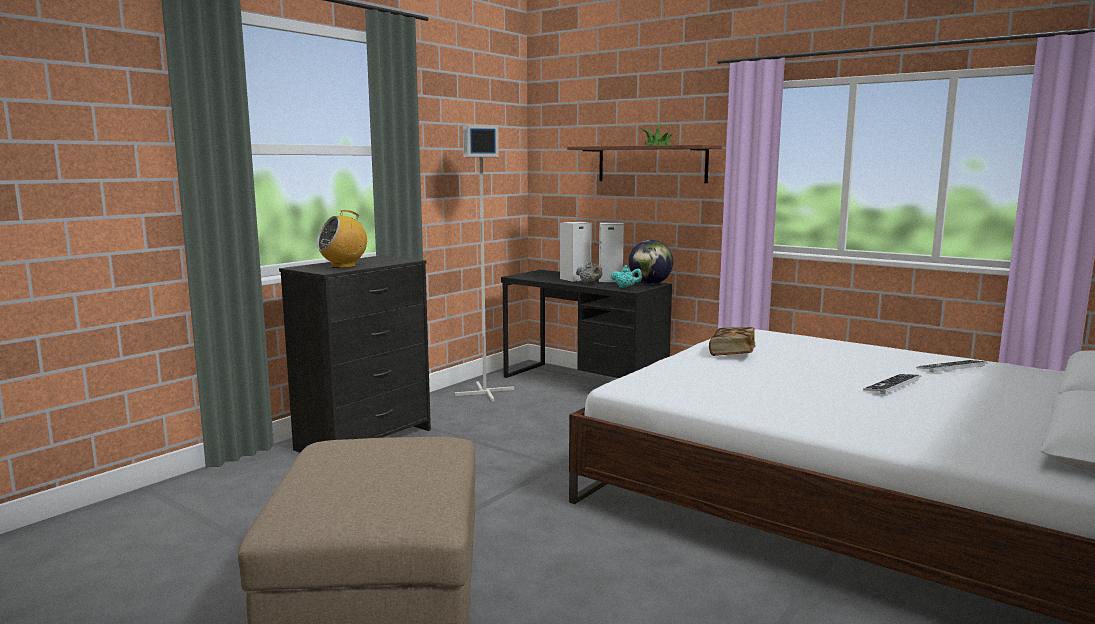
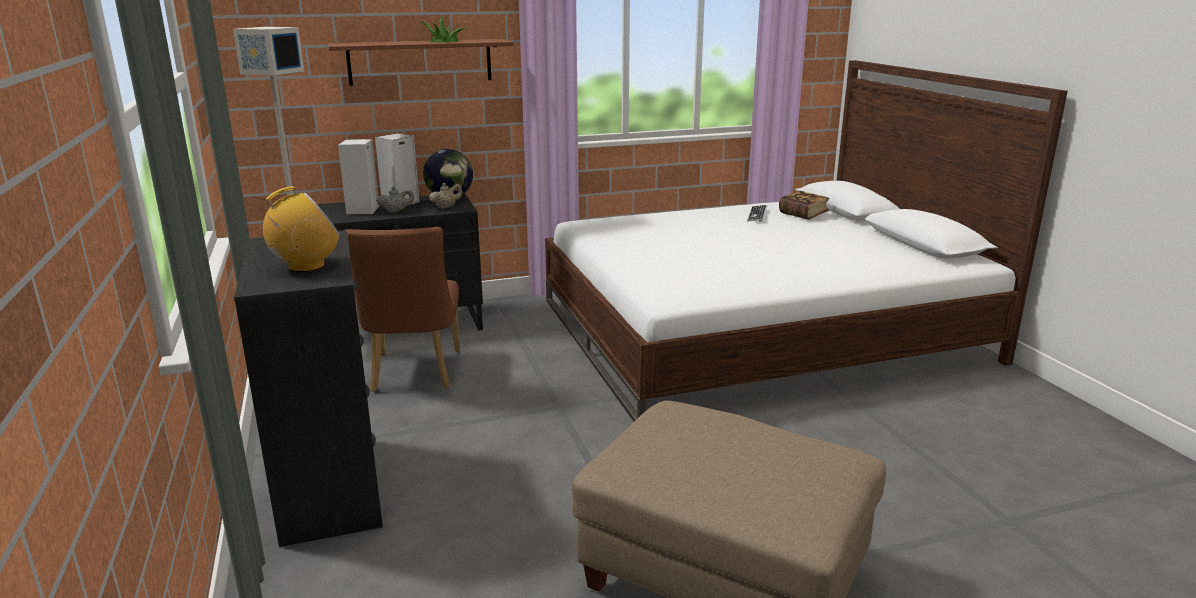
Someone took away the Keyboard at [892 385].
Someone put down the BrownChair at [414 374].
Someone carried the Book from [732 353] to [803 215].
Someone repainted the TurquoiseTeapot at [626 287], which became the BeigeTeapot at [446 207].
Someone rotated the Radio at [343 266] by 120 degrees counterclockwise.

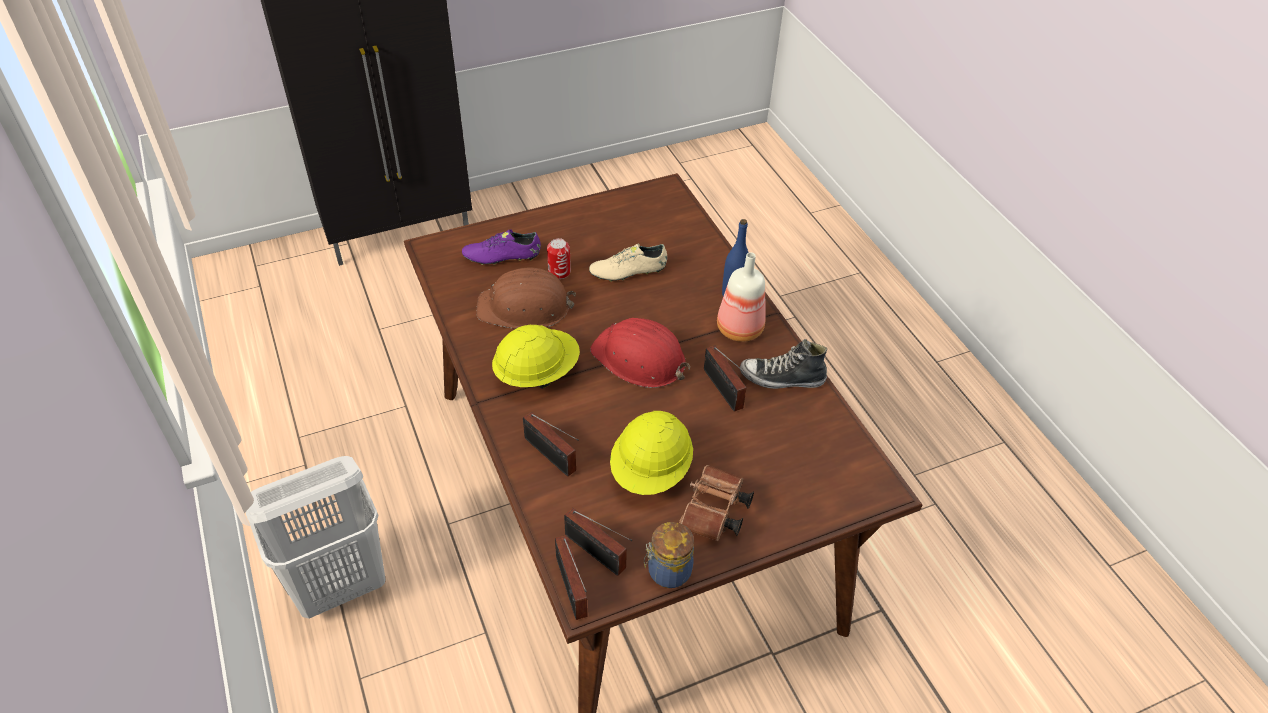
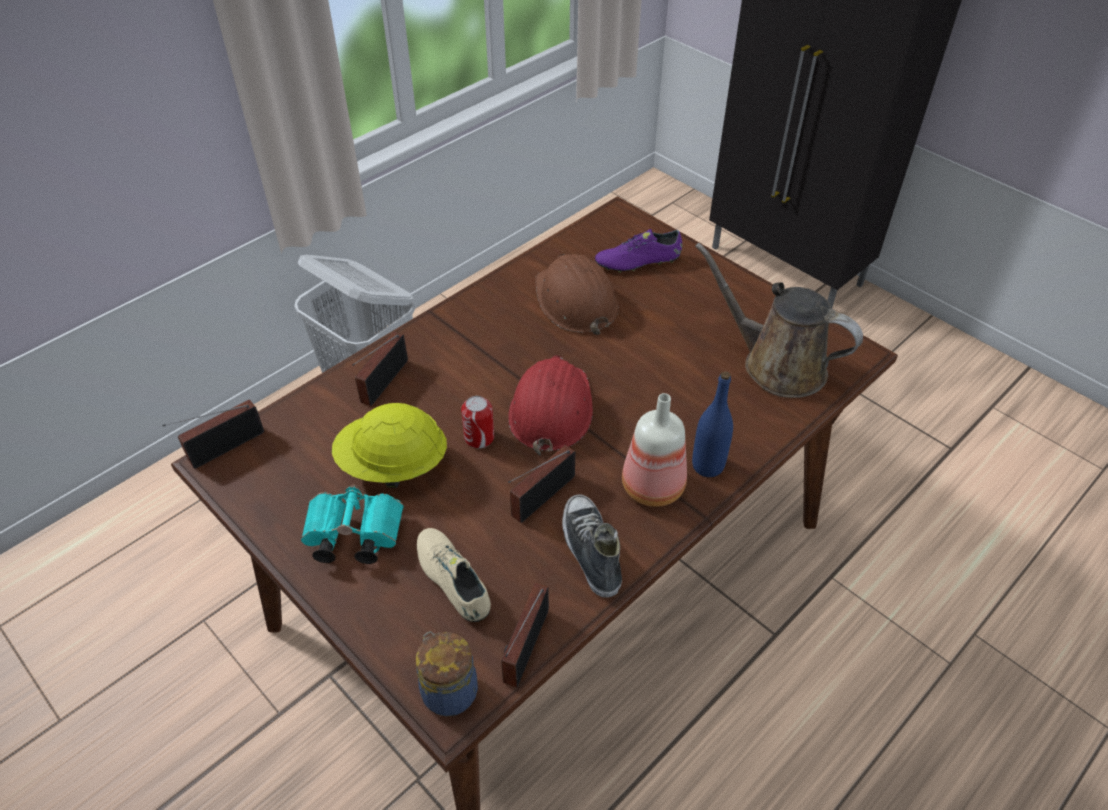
Someone took away the YellowHardHat at [537 373].
Someone put down the BrownWateringCan at [776 365].
Someone carried the Can from [559 272] to [479 437].
Someone carried the Radio from [597 554] to [523 650].
Someone carried the BeigeShoe from [628 271] to [453 580].
Someone carried the Jar from [667 571] to [448 690].
Someone repainted the BrownBinoculars at [714 514], which became the TurquoiseBinoculars at [351 537].
Someone rotated the PurpleShoe at [502 257] by 75 degrees counterclockwise.

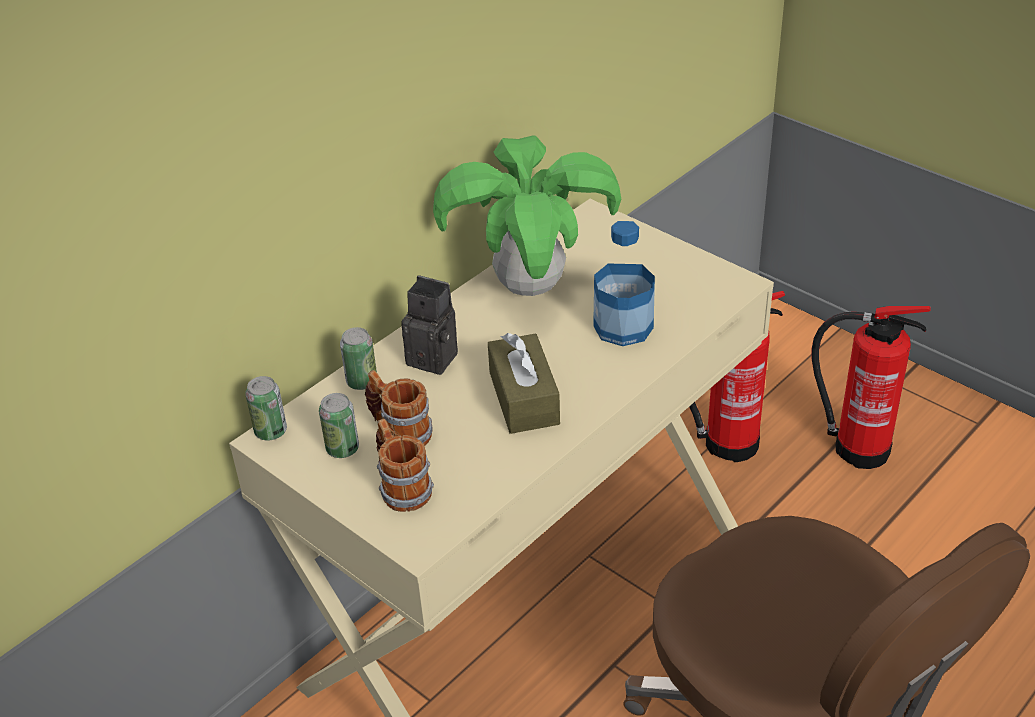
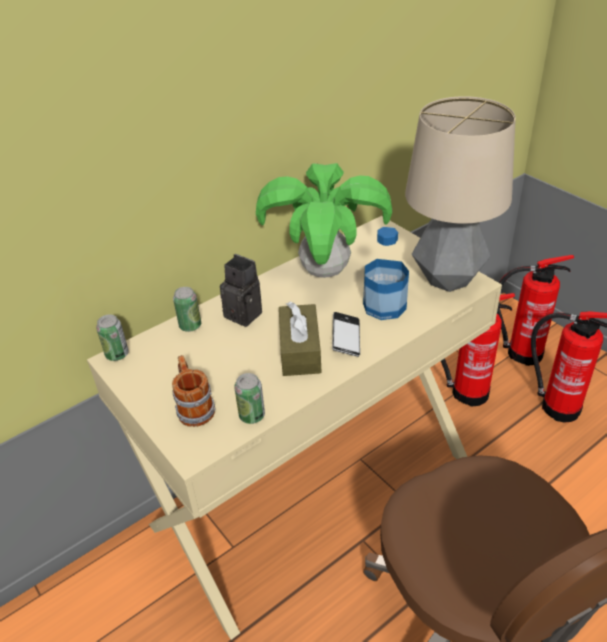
Someone took away the Mug at [399 431].
Someone put down the Phone at [346 338].
Someone put down the TableLamp at [447 279].
Someone put down the FireExtinguisher at [521 353].
Someone carried the Can from [342 449] to [252 415].

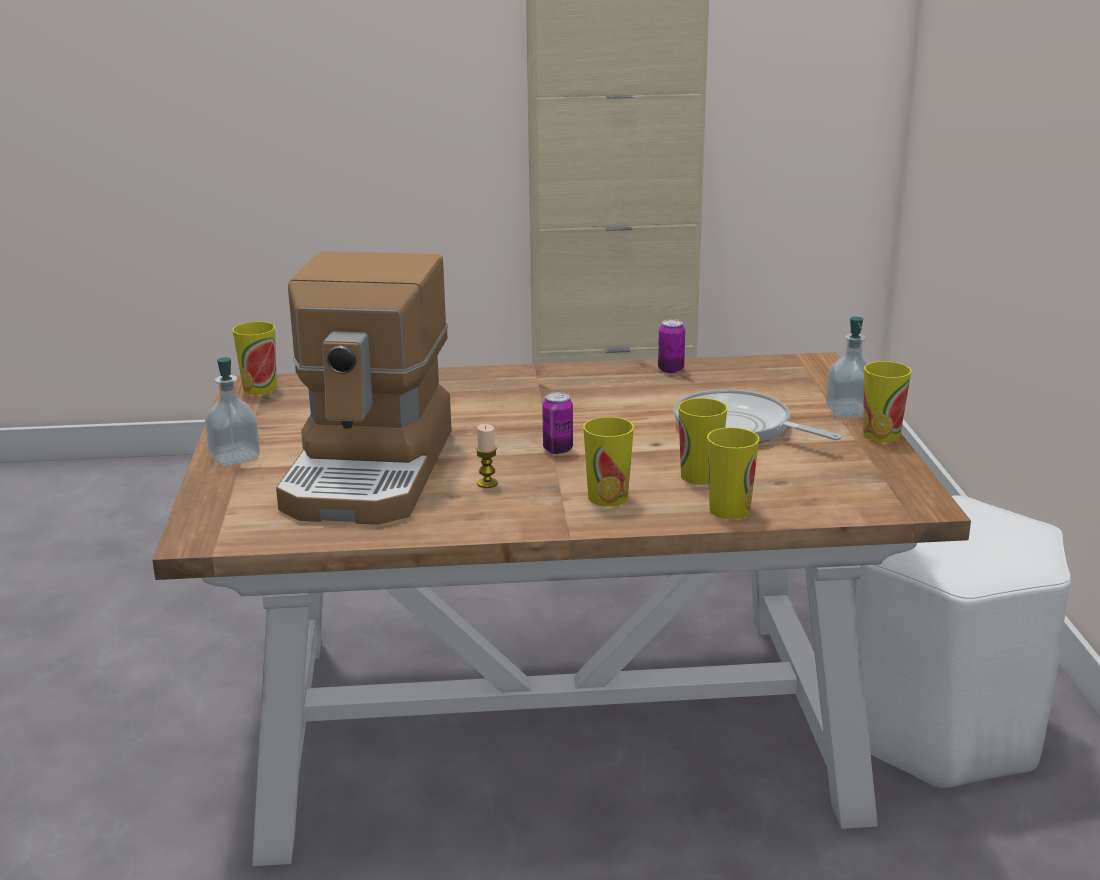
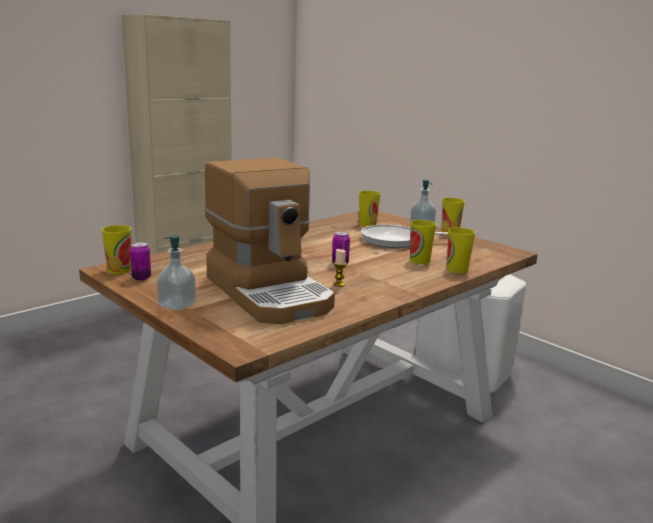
Someone carried the Cup from [608 497] to [367 224].
Someone carried the Can from [671 370] to [141 278].

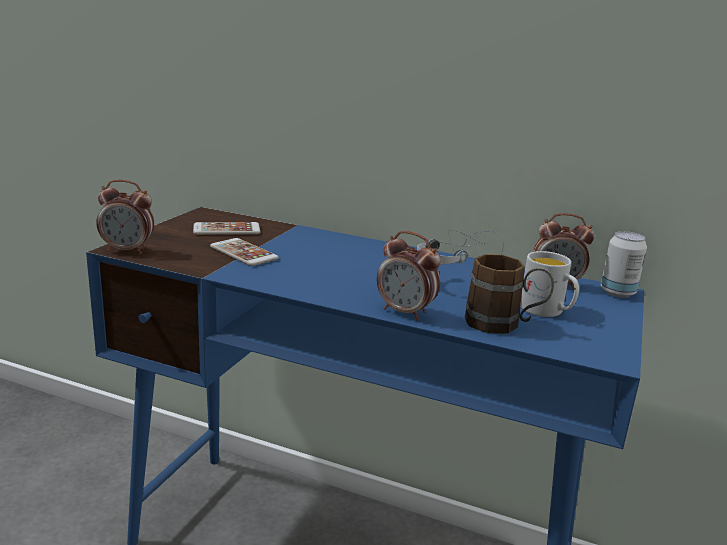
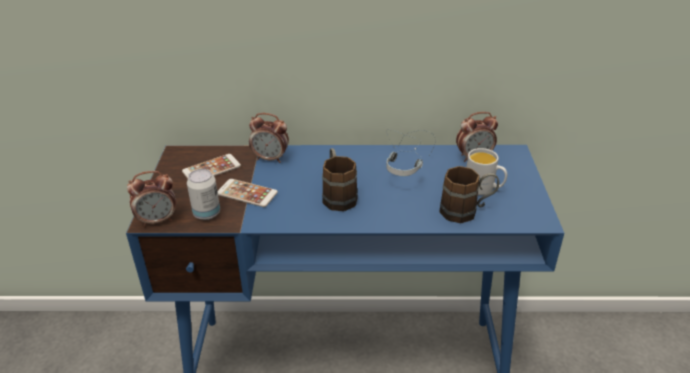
Someone put down the BrownMug at [337 195].
Someone carried the AlarmClock from [405 312] to [270 158].
Someone carried the Can from [617 293] to [207 213].

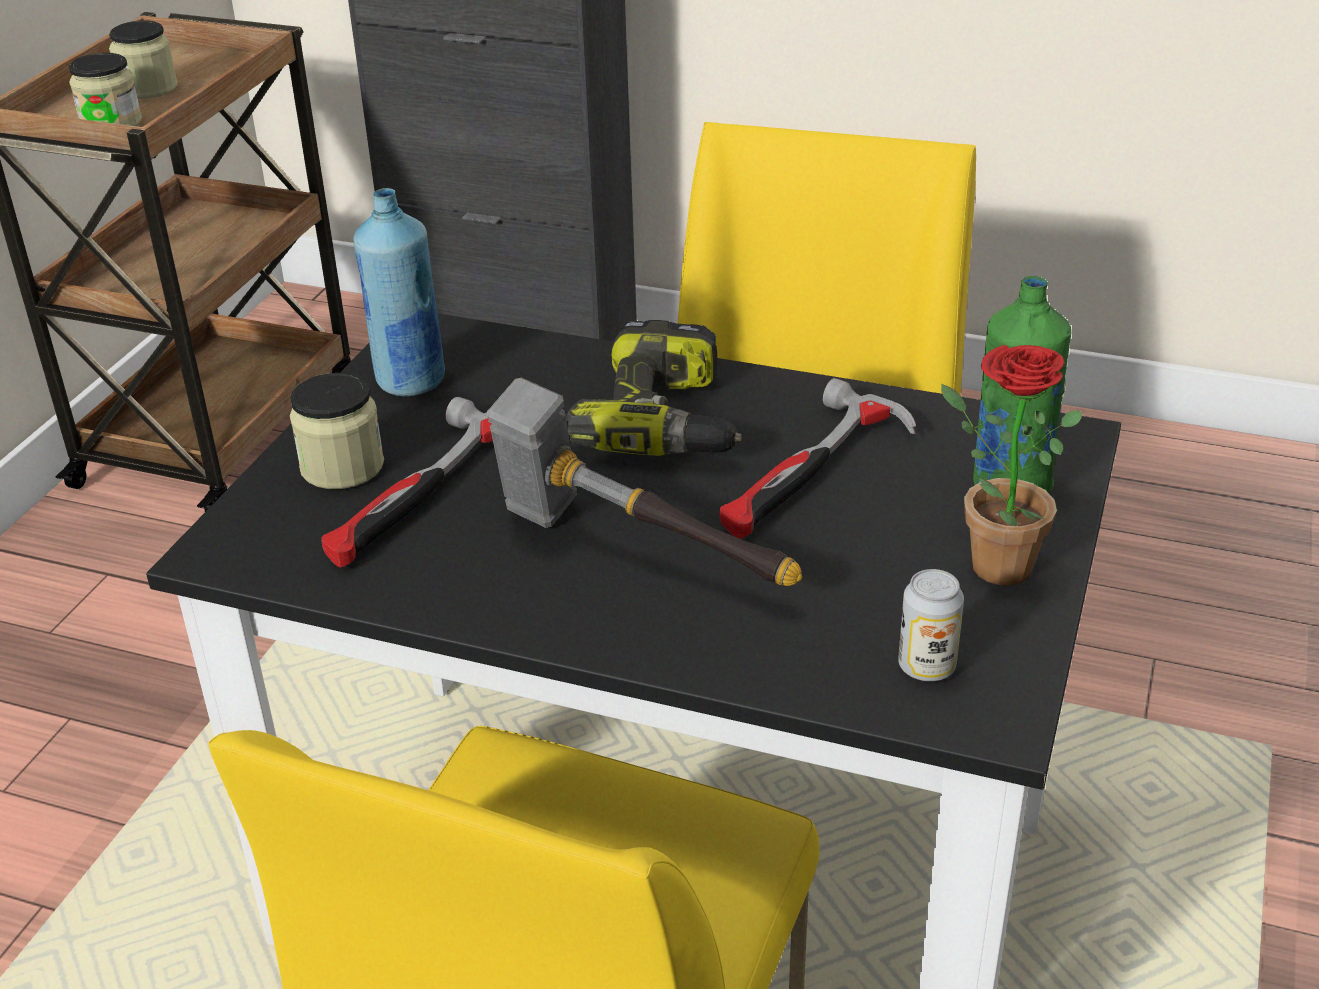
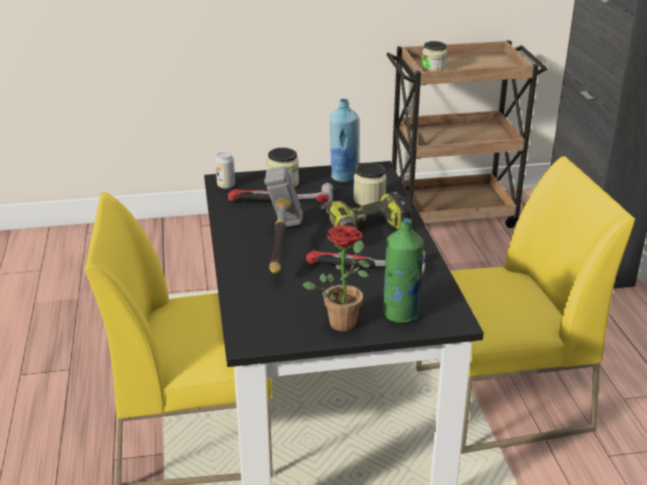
Someone carried the Jar from [148 88] to [369 199].
Someone carried the Can from [926 667] to [226 185].

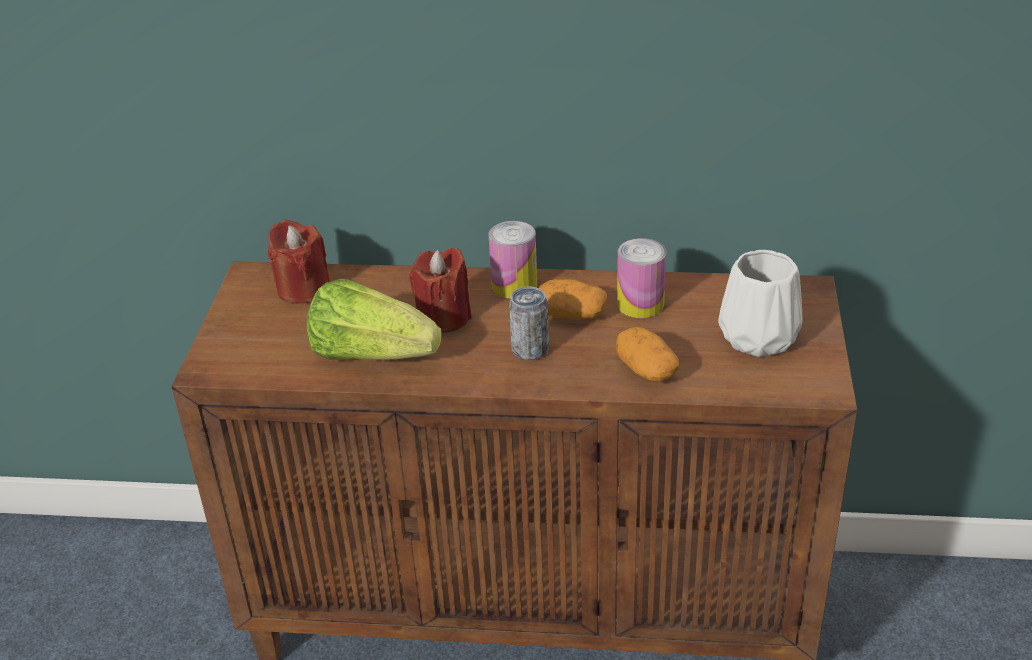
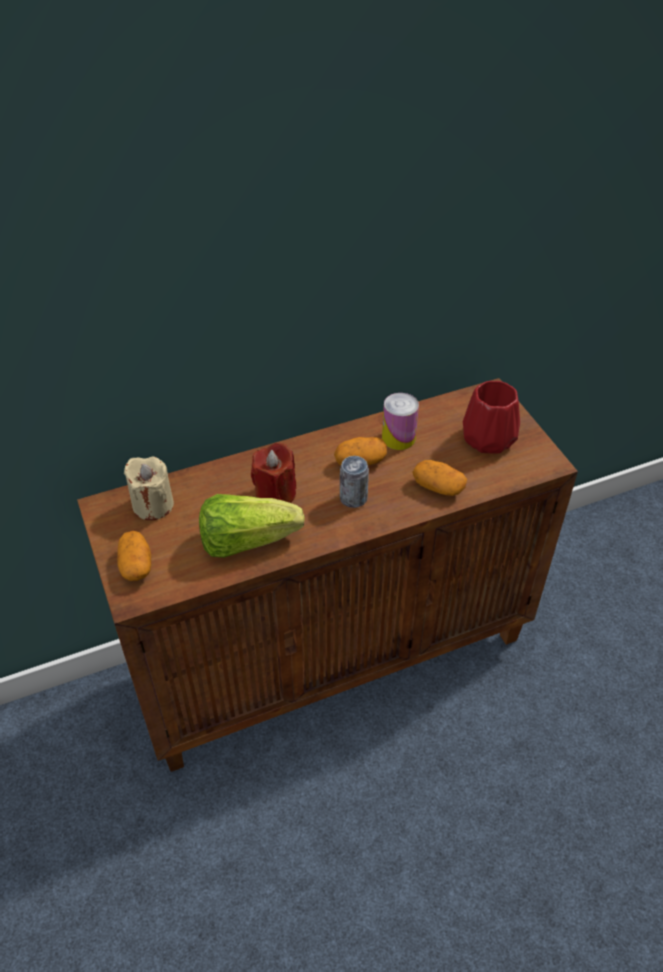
Someone took away the Can at [514 285].
Someone put down the Potato at [136 565].
Someone repainted the RedCandle at [302 289], which became the BeigeCandle at [153 505].
Someone repainted the WhiteVase at [757 336], which became the RedVase at [487 438].

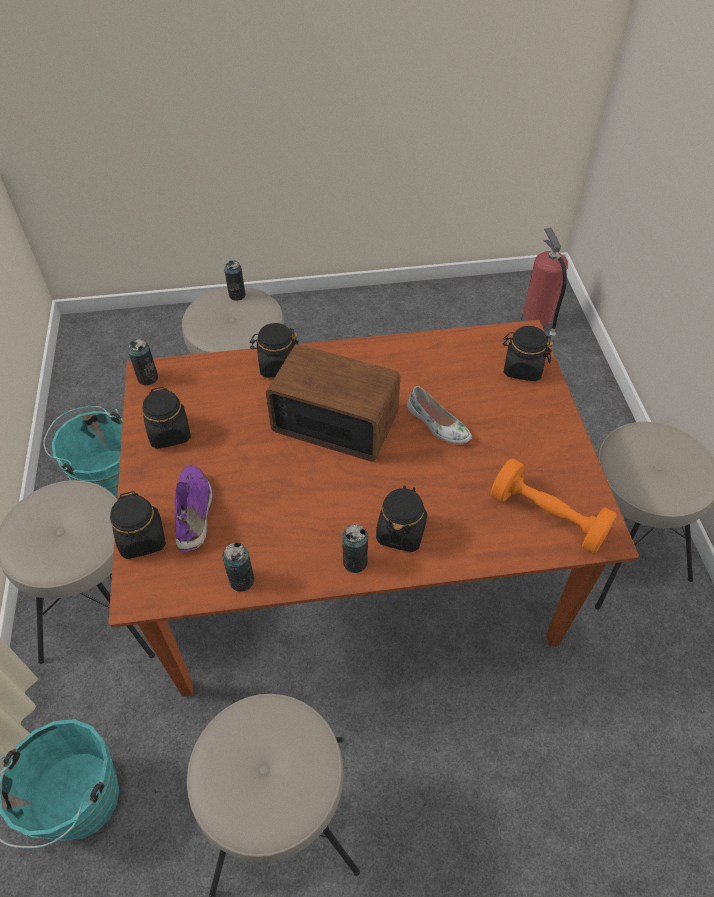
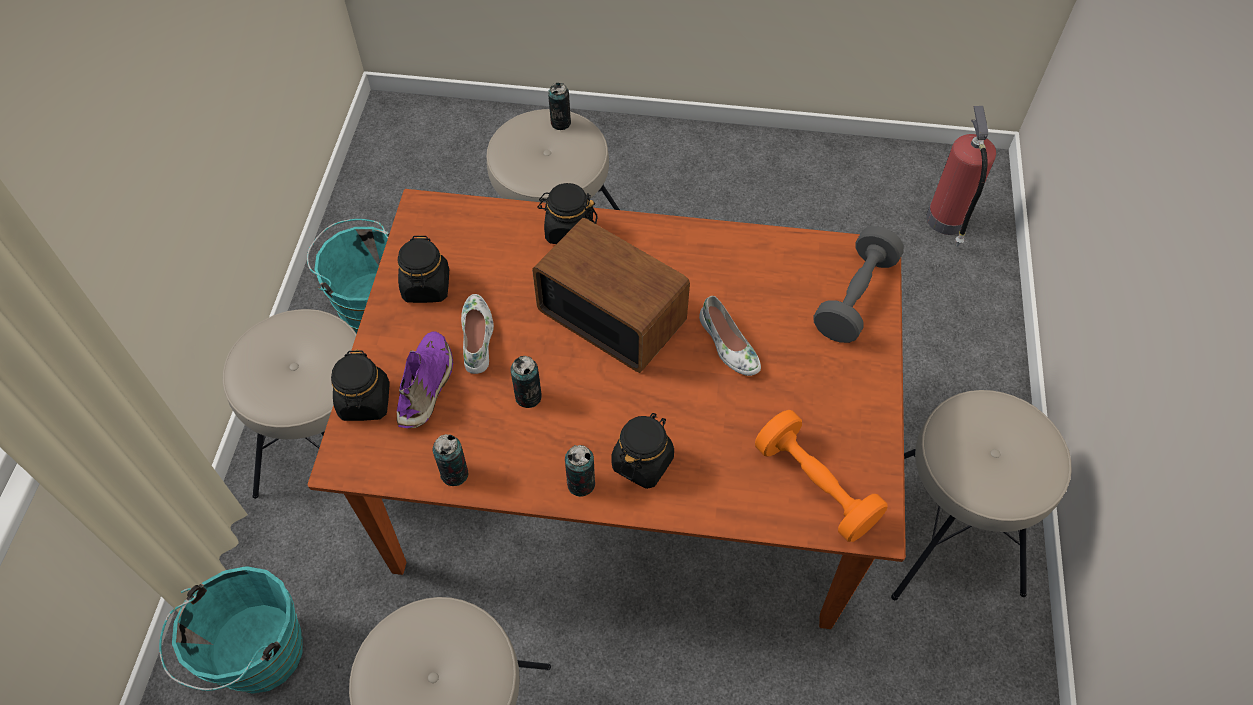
Someone put down the WhiteShoe at [478 337].
Someone carried the Can from [148 378] to [528 397].
Someone swapped the BlackJar at [522 368] for the GreyDumbbell at [855 297].

